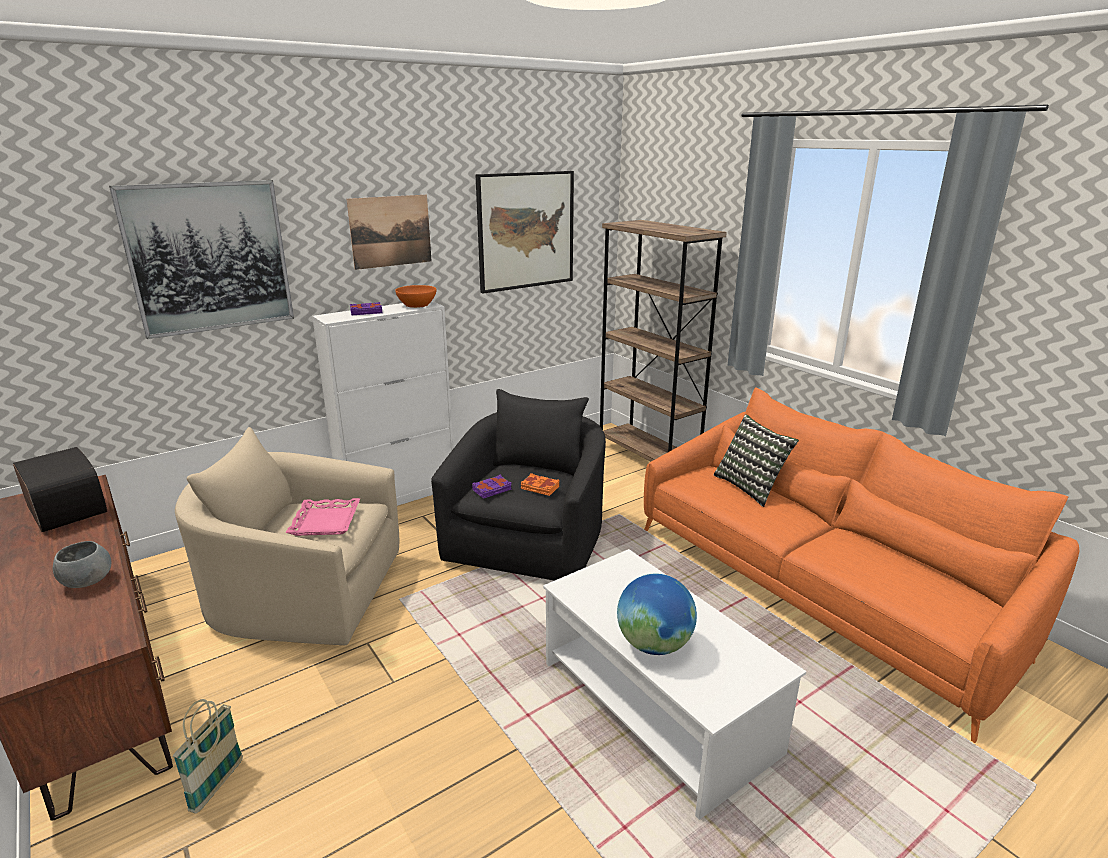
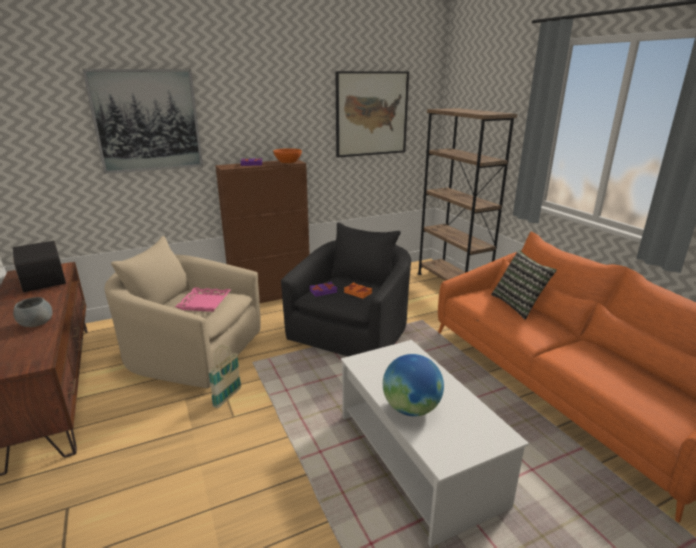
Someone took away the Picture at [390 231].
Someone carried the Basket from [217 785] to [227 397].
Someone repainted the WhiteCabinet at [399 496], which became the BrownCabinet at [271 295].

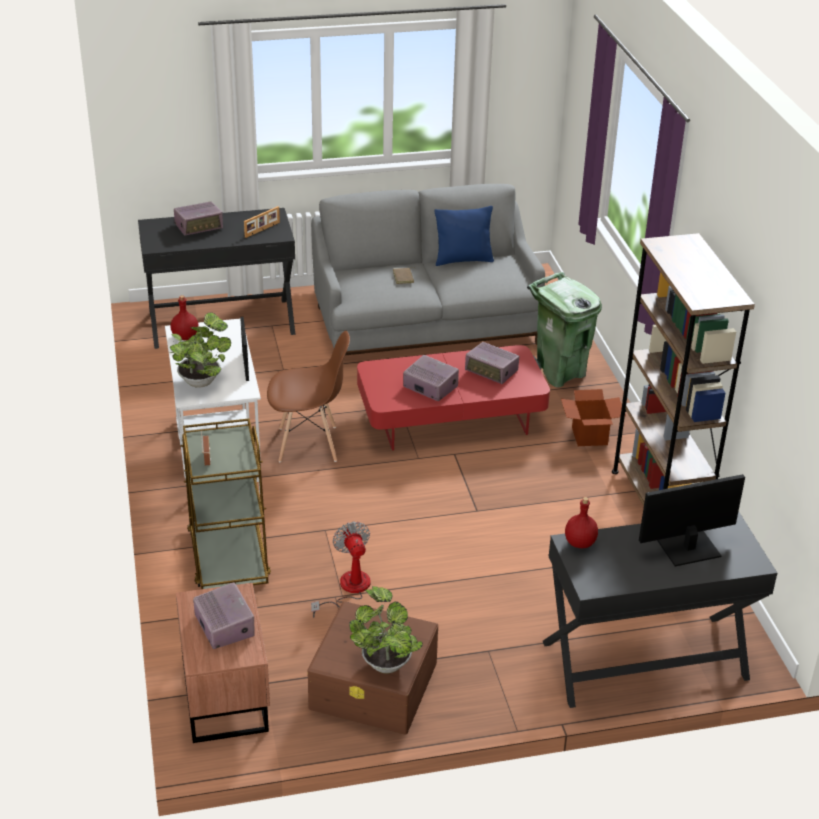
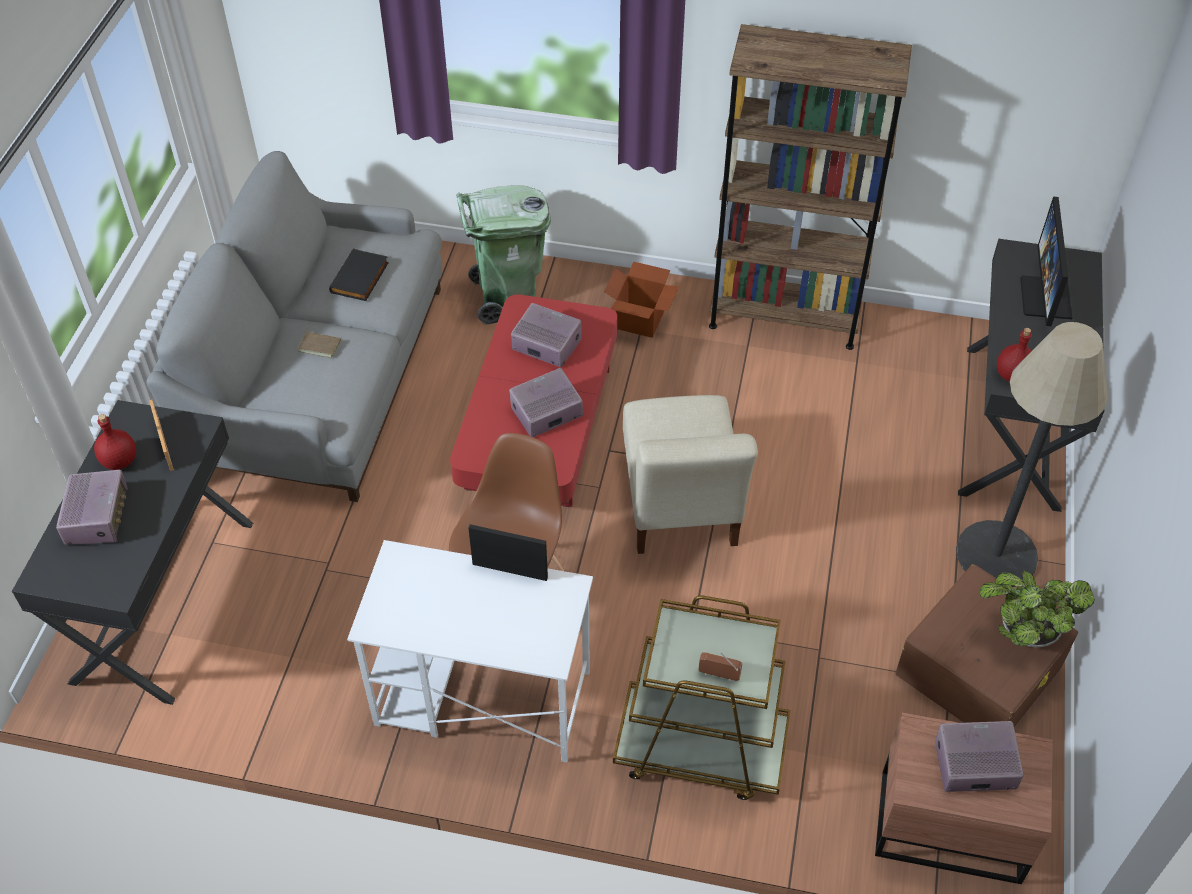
Someone took away the PottedPlant at [201 380].
Someone took away the Fan at [348 589].
Someone took away the BluePillow at [463 260].
Someone put down the BlackBook at [361 278].
Someone put down the BeigeChair at [679 505].
Someone put down the FloorLamp at [996 554].
Someone carried the RedBottle from [185 337] to [120 461].
Someone rotated the Radio at [491 371] by 120 degrees counterclockwise.

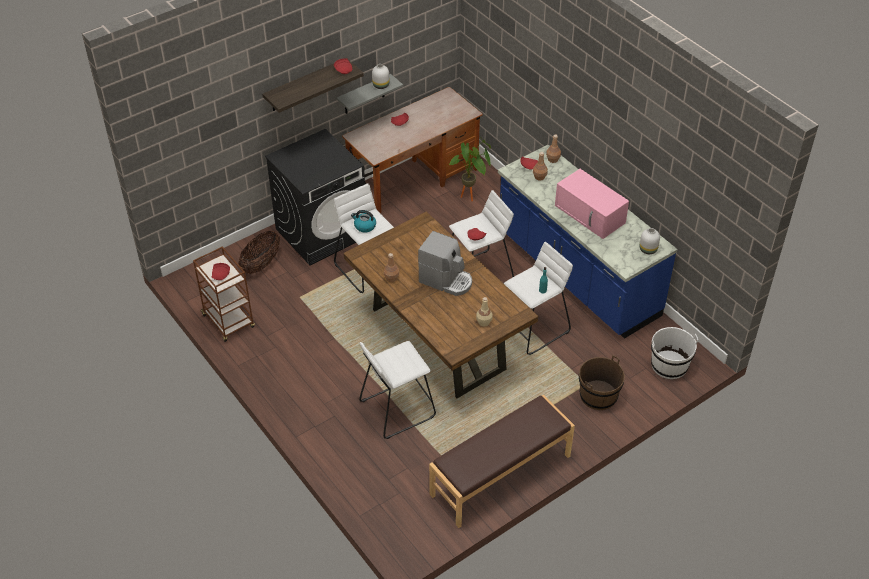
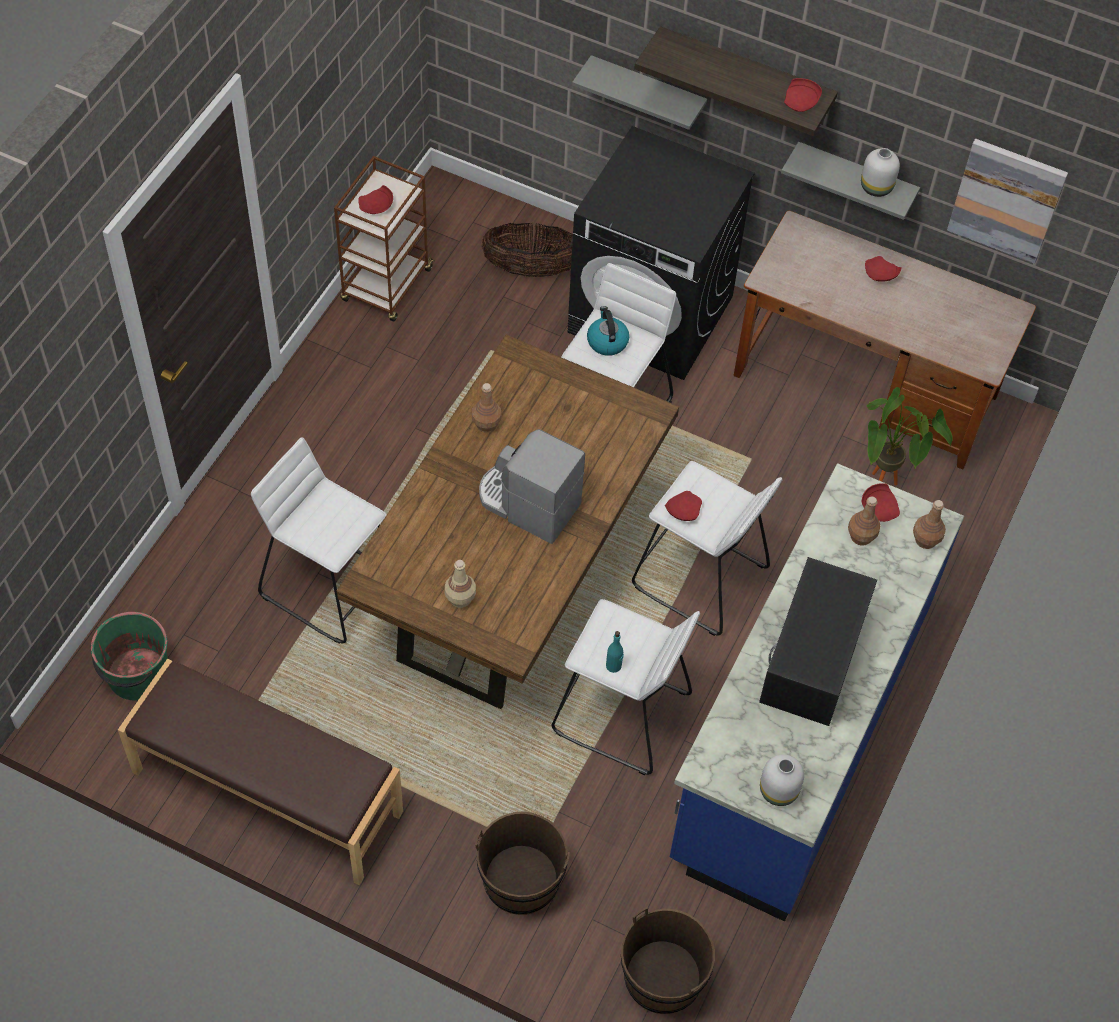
Someone put down the GreenBucket at [137 675].
Someone put up the GreyShelf at [647 93].
Someone put up the Picture at [1006 199].
Someone repainted the PinkMicrowave at [591 214], which became the BlackMicrowave at [813 658].
Someone repainted the WhiteBucket at [669 365], which became the BrownBucket at [662 978].
Someone rotated the CoffeeMachine at [446 280] by 120 degrees clockwise.

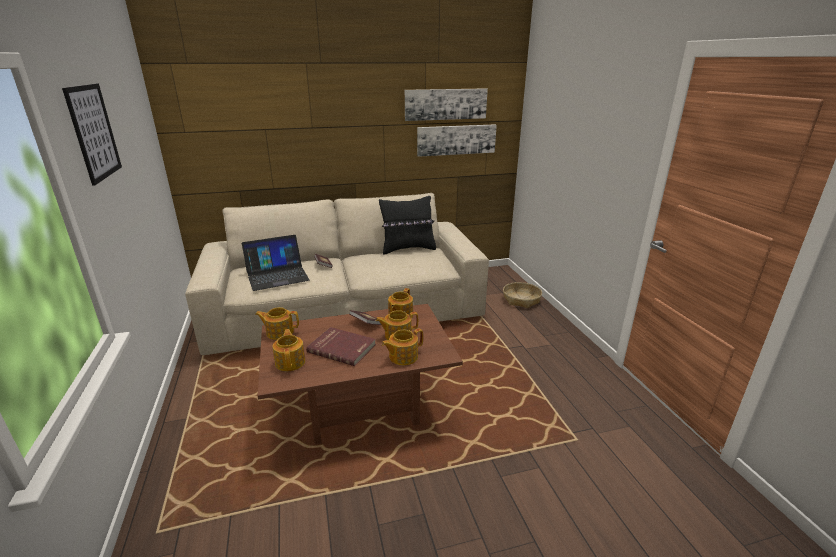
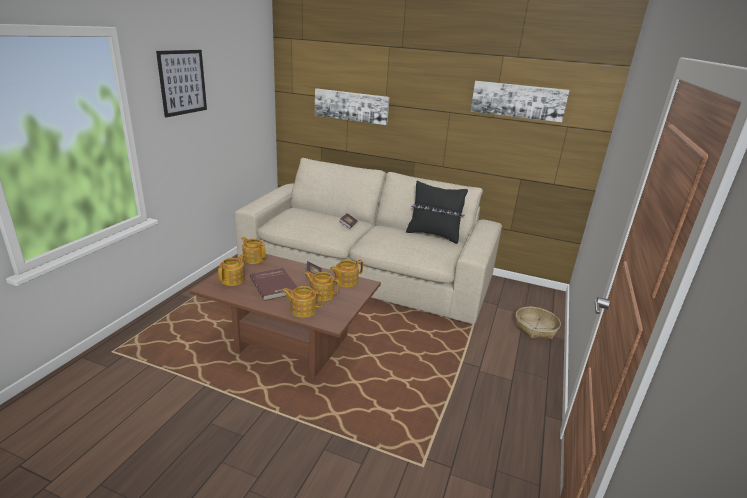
Someone took away the Laptop at [277 275].
Someone carried the Picture from [456 140] to [351 106].

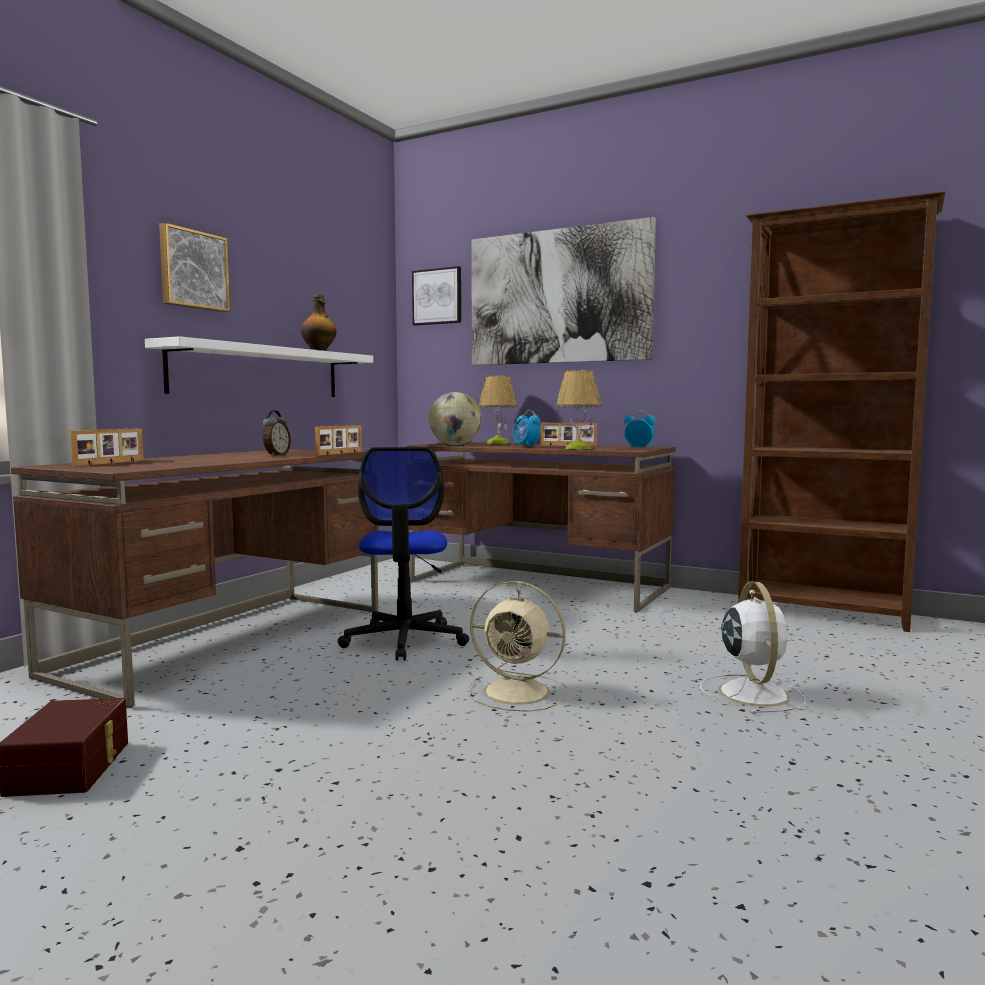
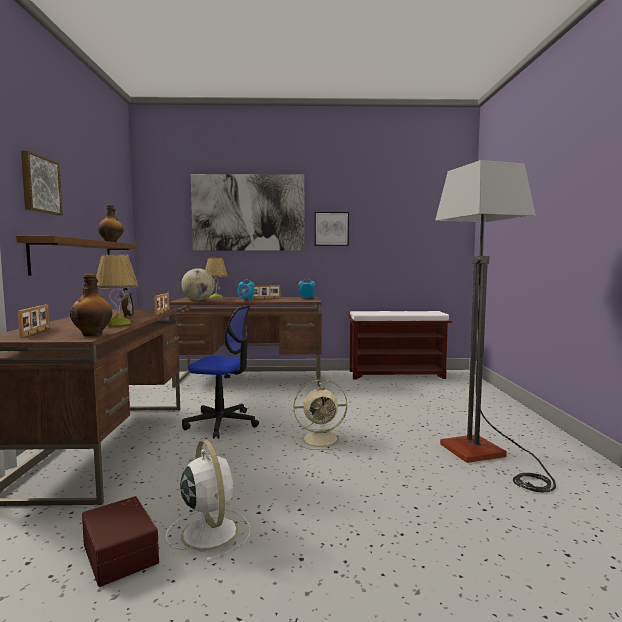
Someone put down the Bottle at [93 334].
Someone put down the FloorLamp at [487 456].
Someone carried the Picture from [437 296] to [331 229].
Someone carried the TableLamp from [577 448] to [118 323].
Someone carried the WhiteFan from [752 692] to [209 531].
Someone swapped the BrownBookcase at [824 613] for the BrownBench at [397 374].
Someone repainted the WhiteShelf at [259 372], which became the BrownShelf at [75 257].
Someone rotated the OfficeChair at [404 641] by 45 degrees counterclockwise.

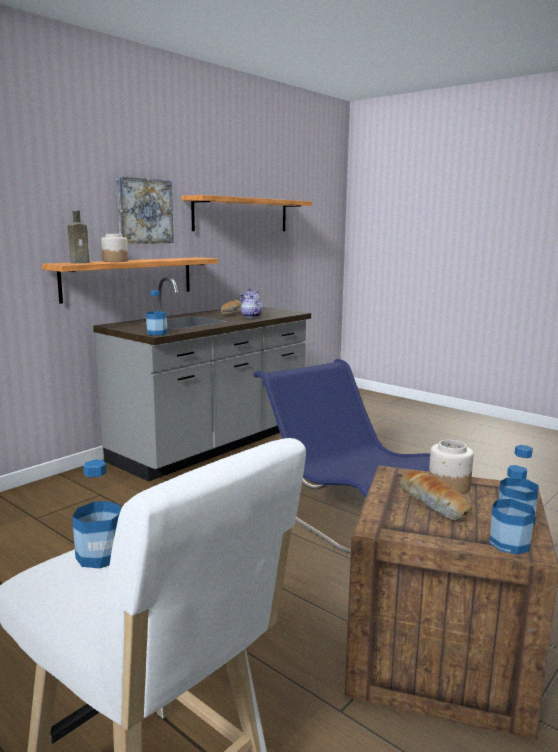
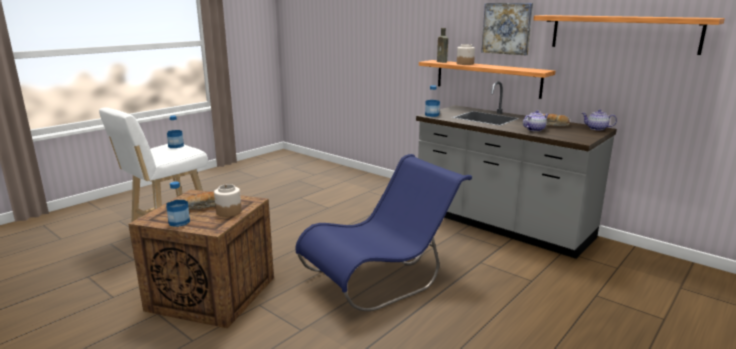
Someone took away the Bottle at [509 544].

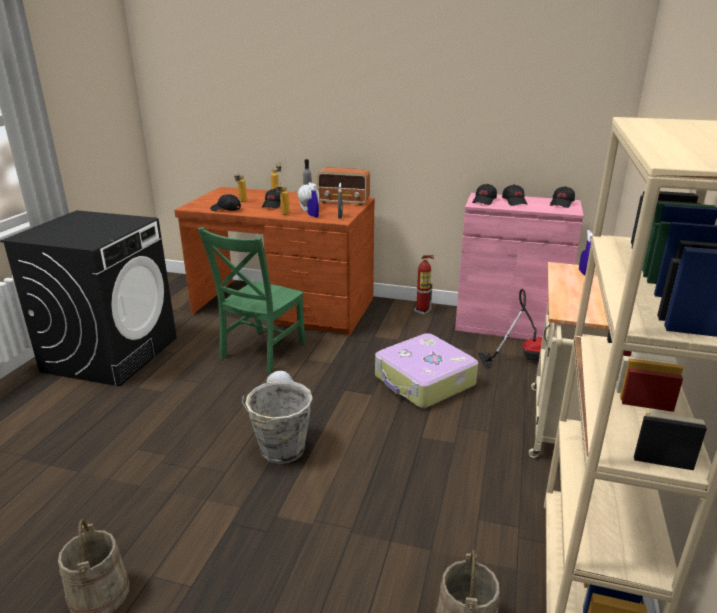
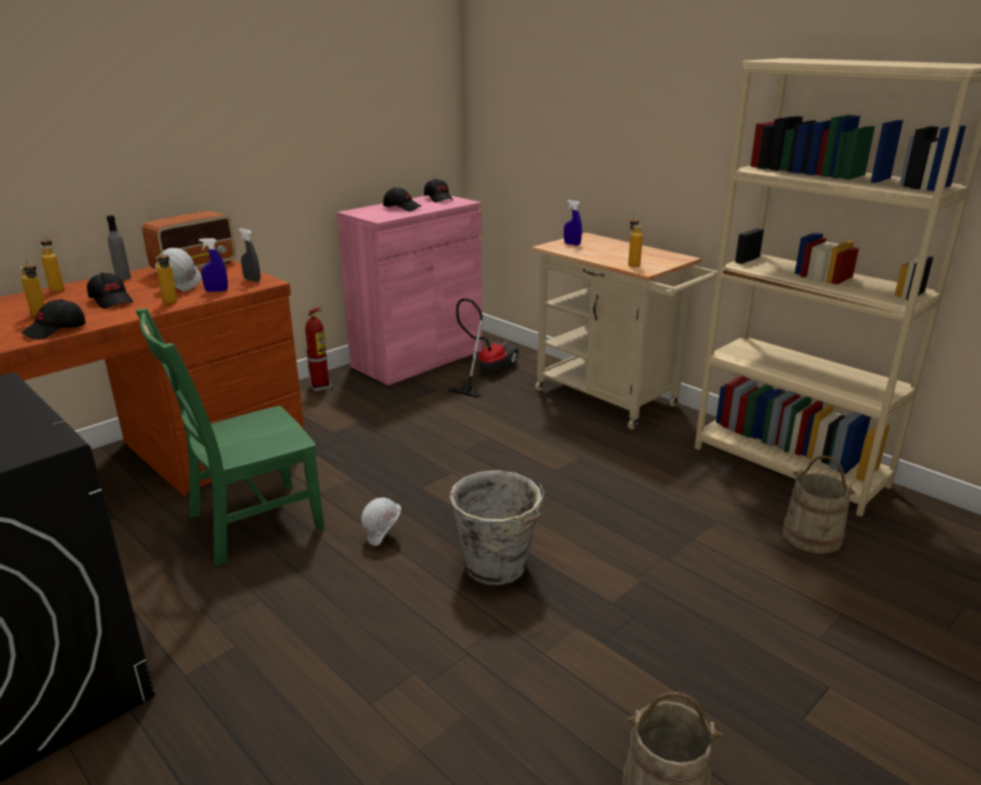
Someone took away the Suitcase at [424 381].
Someone took away the BlackCap at [484 201].
Someone put down the Bottle at [632 264].
Someone rotated the GreenChair at [261 352] by 90 degrees clockwise.

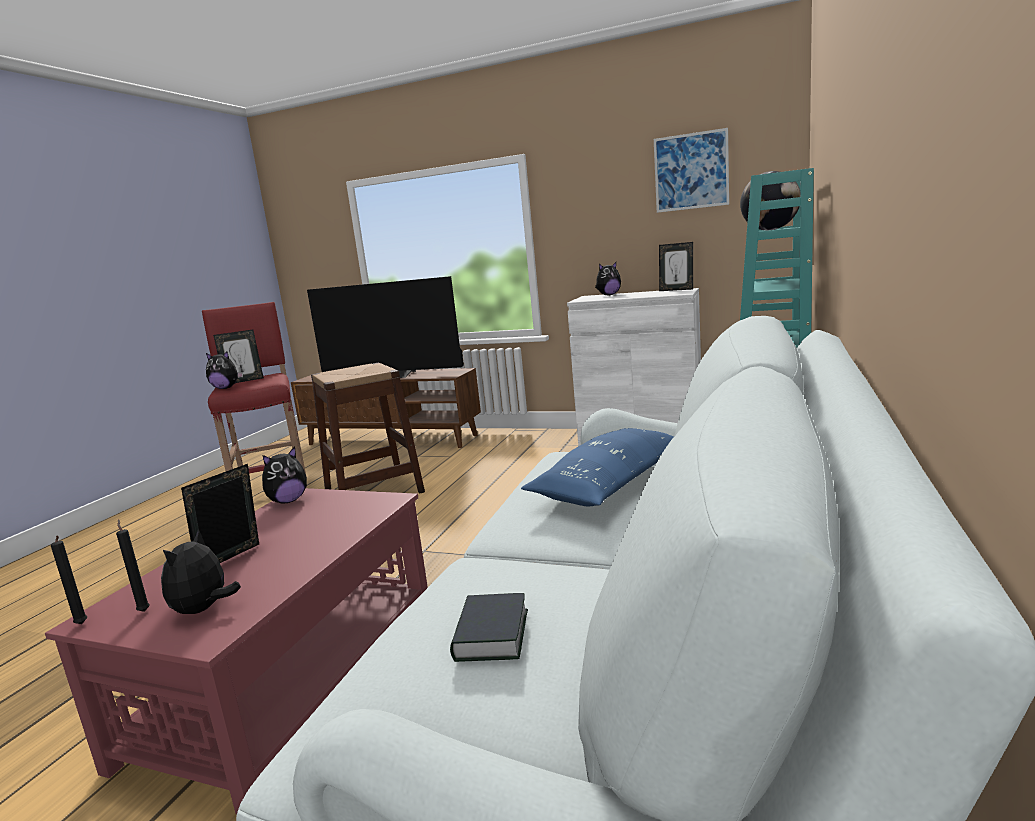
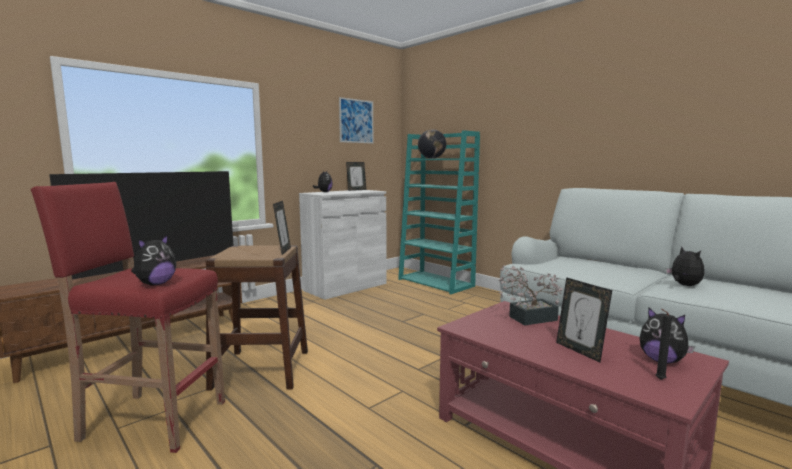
Someone took away the BlackCandle at [82 625].
Someone took away the Book at [491 635].
Someone took away the BluePillow at [611 484].
Someone put down the PottedPlant at [528 319].
Someone carried the PictureFrame from [244 381] to [283 251].
Someone carried the PlushToy from [288 501] to [684 285].

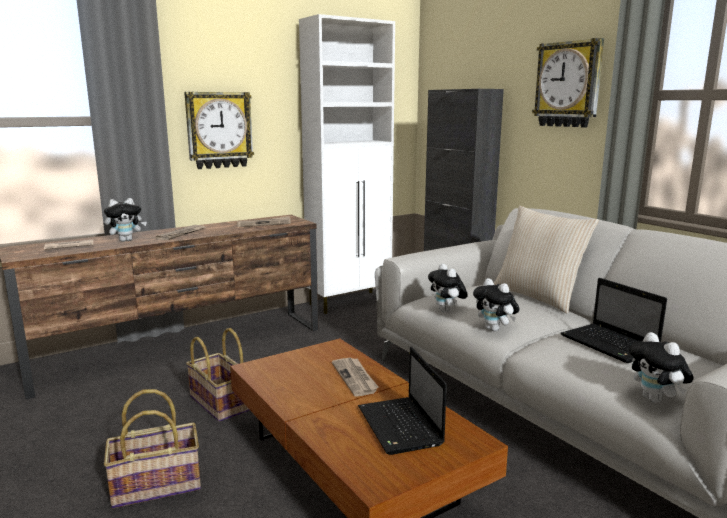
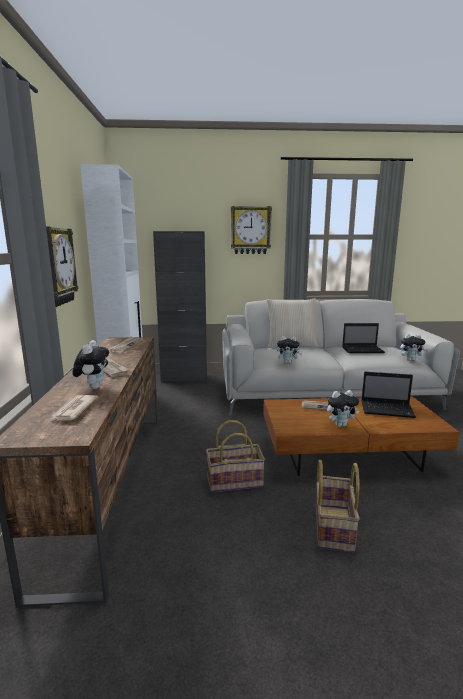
Someone carried the PlushToy from [495 329] to [340 425].

